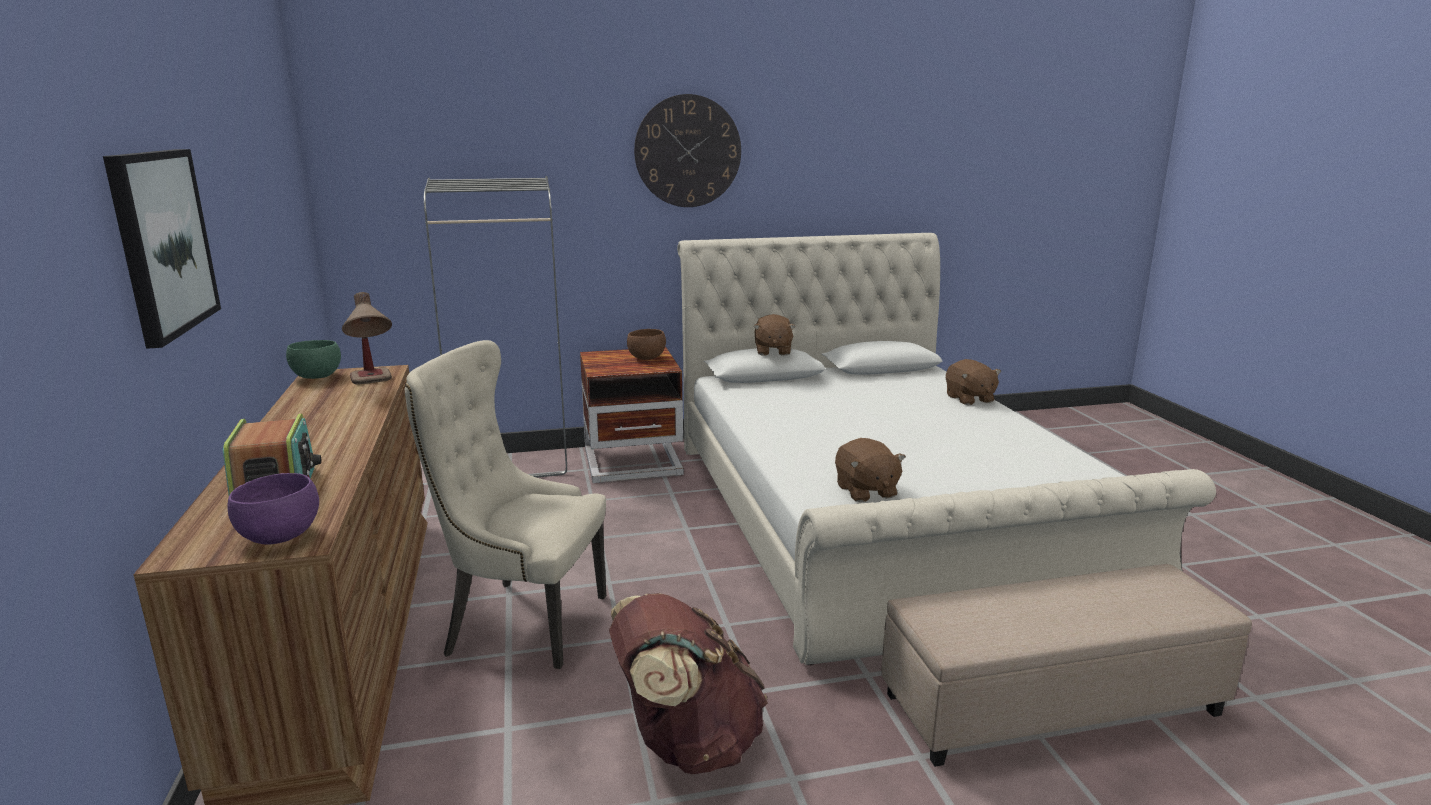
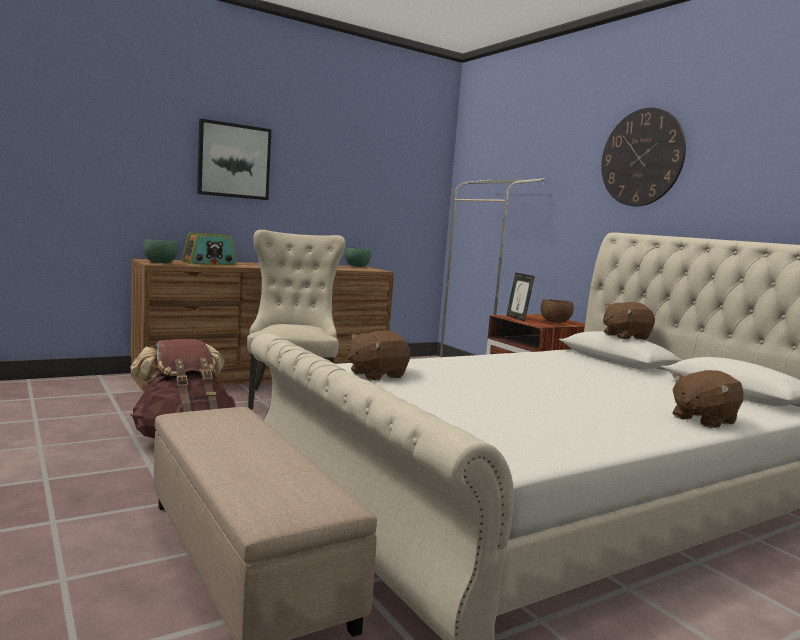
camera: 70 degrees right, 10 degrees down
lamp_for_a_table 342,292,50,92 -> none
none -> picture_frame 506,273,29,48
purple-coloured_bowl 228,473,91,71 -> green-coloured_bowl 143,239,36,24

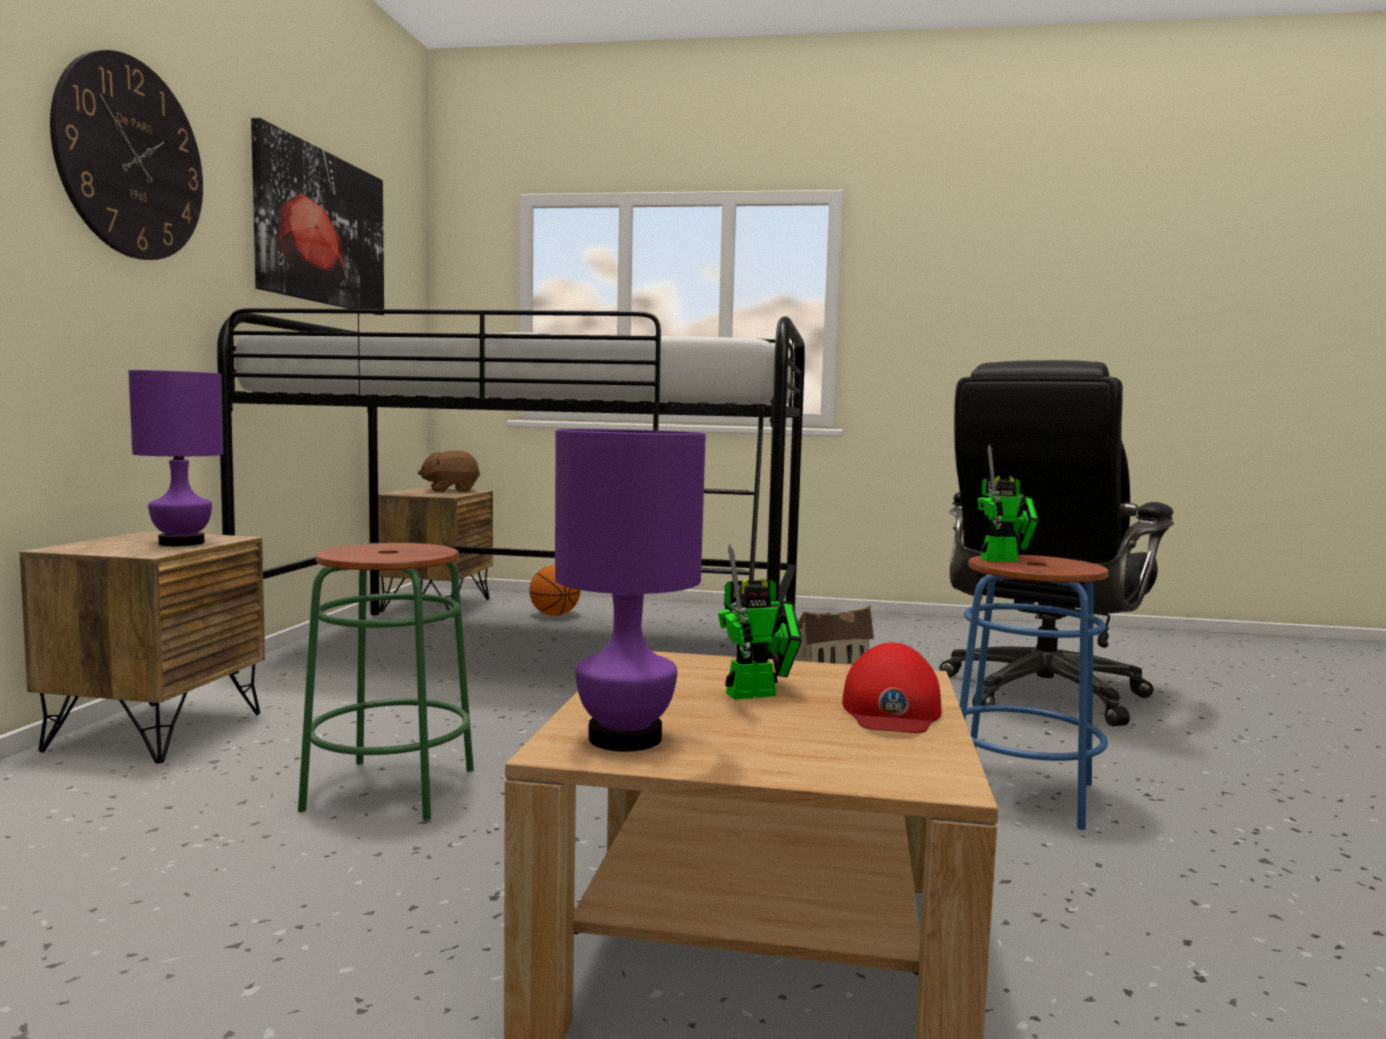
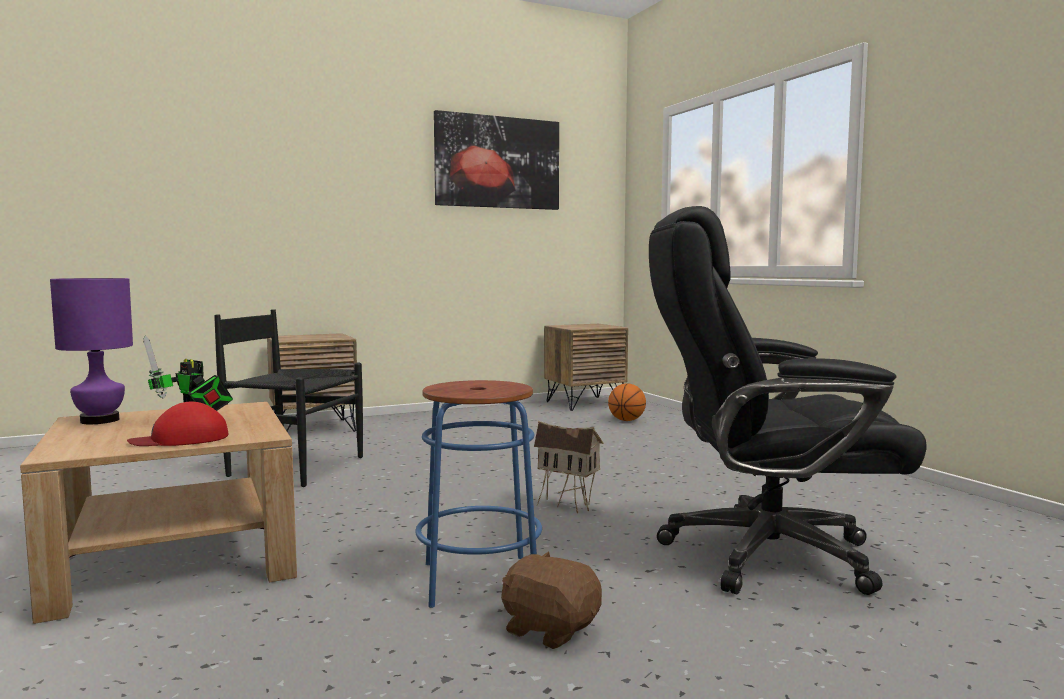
camera: 55 degrees right, 0 degrees up
hanging_clock 50,50,153,210 -> none
purple-coloured_lamp_for_a_table 128,370,95,176 -> none
black-coloured_bed 217,308,588,366 -> none
model_robot 977,445,62,117 -> none
brown_soft_toy 418,450,62,42 -> brown_soft_toy 501,551,101,98, moved
green-coloured_stool 298,543,176,278 -> black-coloured_upright_chair 214,309,149,178

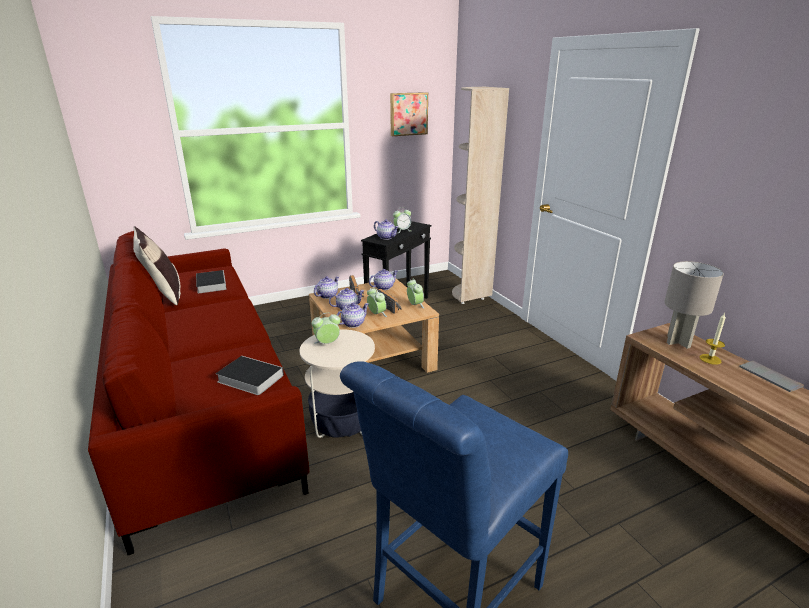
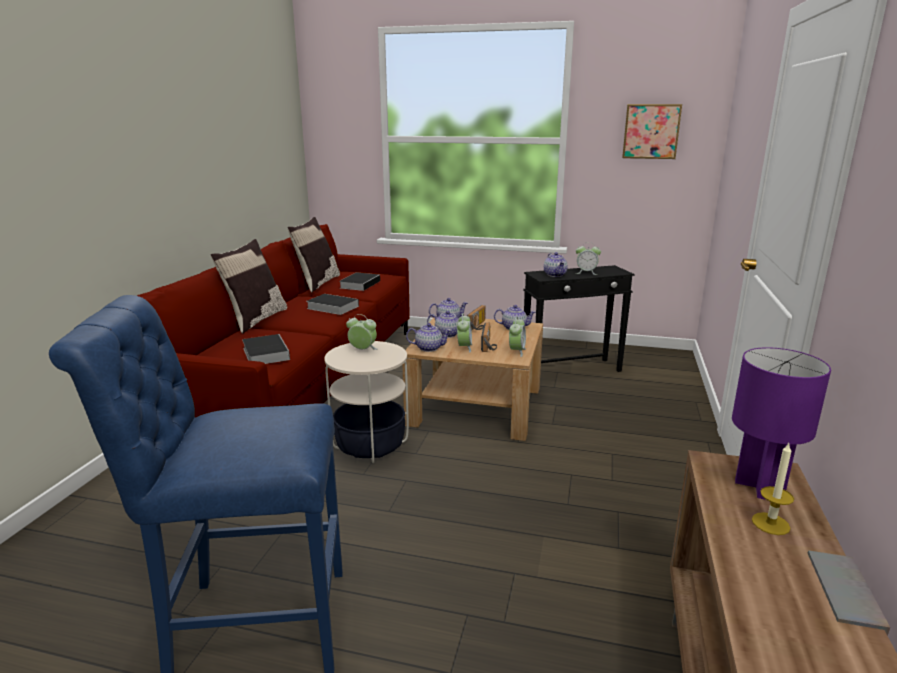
camera: 40 degrees right, 5 degrees down
beige-coloured_shelving_unit 452,87,57,217 -> none
none -> pillow 211,239,76,94
none -> volume 306,294,53,21
greyish_lamp_for_a_table 664,261,60,88 -> purple-coloured_lamp_for_a_table 732,347,99,152

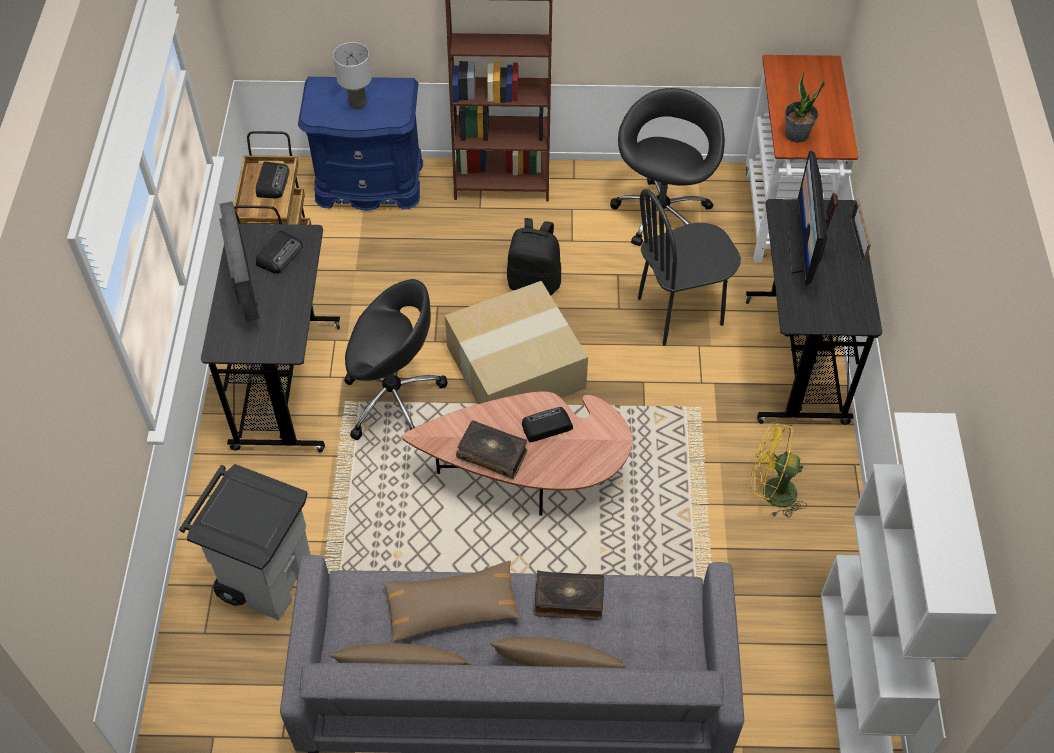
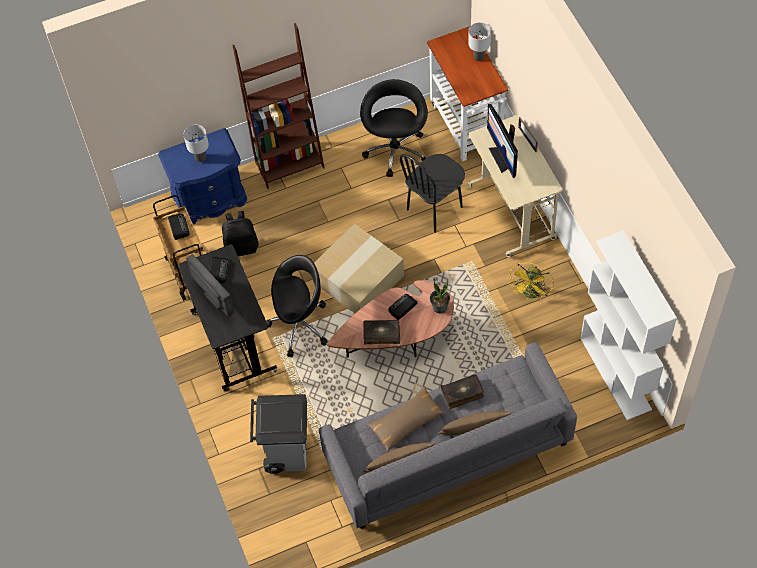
camera: 20 degrees left, 5 degrees up
none -> white_lamp_for_a_table 468,22,23,39
black-coloured_rucksack 507,218,54,77 -> black-coloured_rucksack 222,211,37,45, moved
houseplant 785,71,40,72 -> houseplant 430,280,20,34, moved
black-coloured_desk 746,199,136,226 -> beige-coloured_desk 468,115,94,143
yellowish_fan 750,422,57,96 -> yellowish_fan 509,263,45,37, 60 degrees counterclockwise

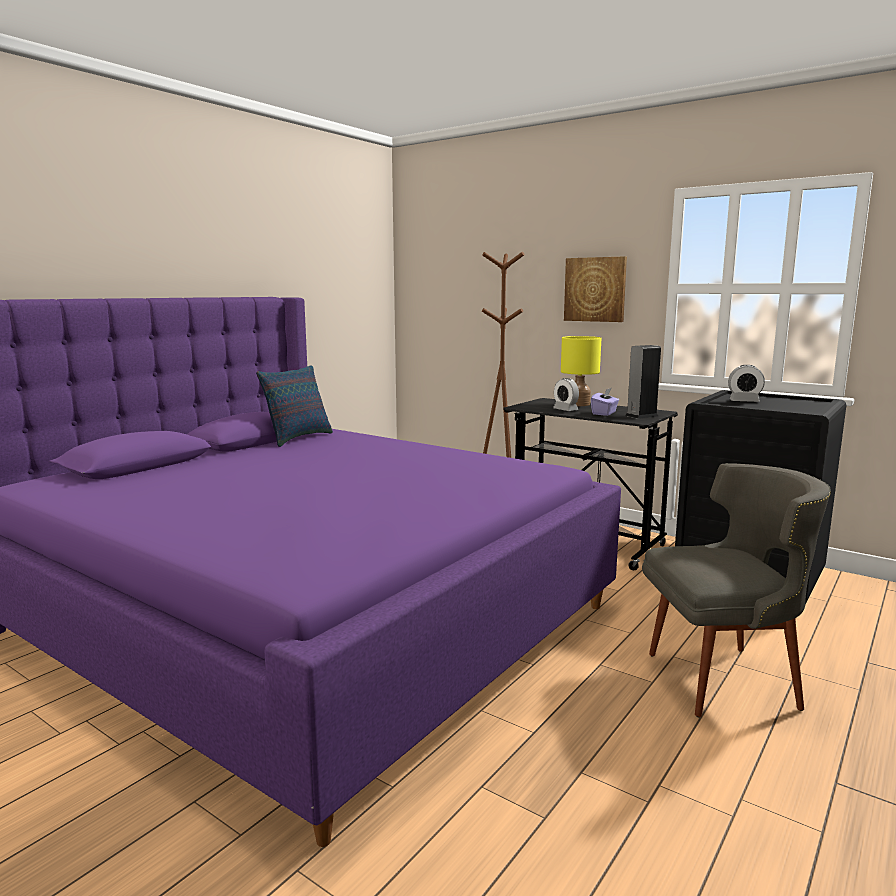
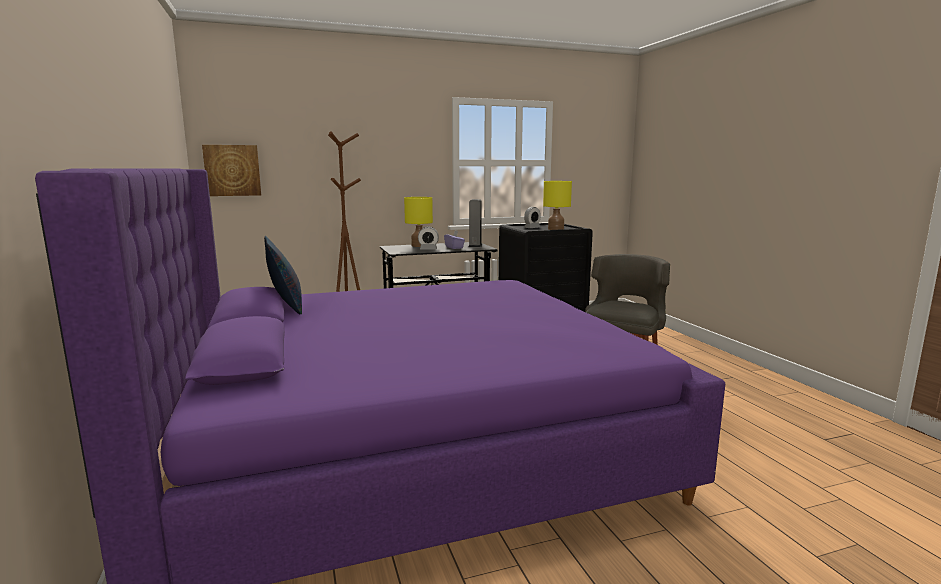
camera: 55 degrees left, 0 degrees up
none -> yellowish_lamp_for_a_table 543,181,29,49
wall_picture 564,256,63,66 -> wall_picture 202,145,59,51, moved

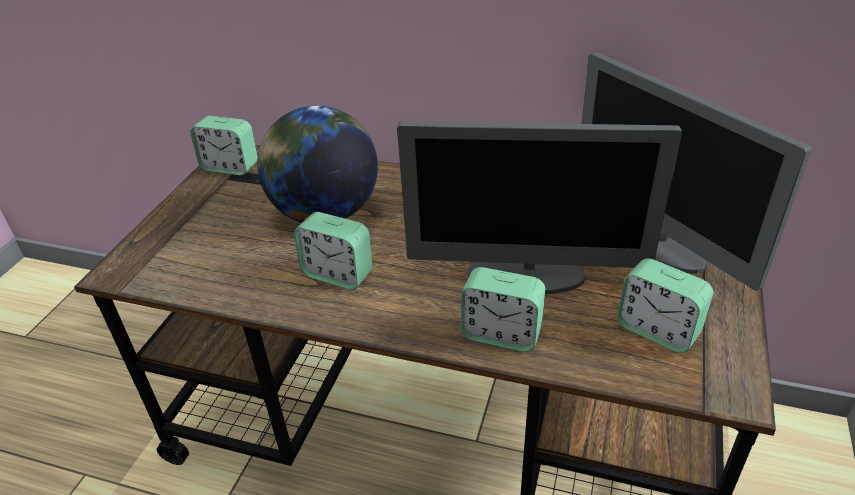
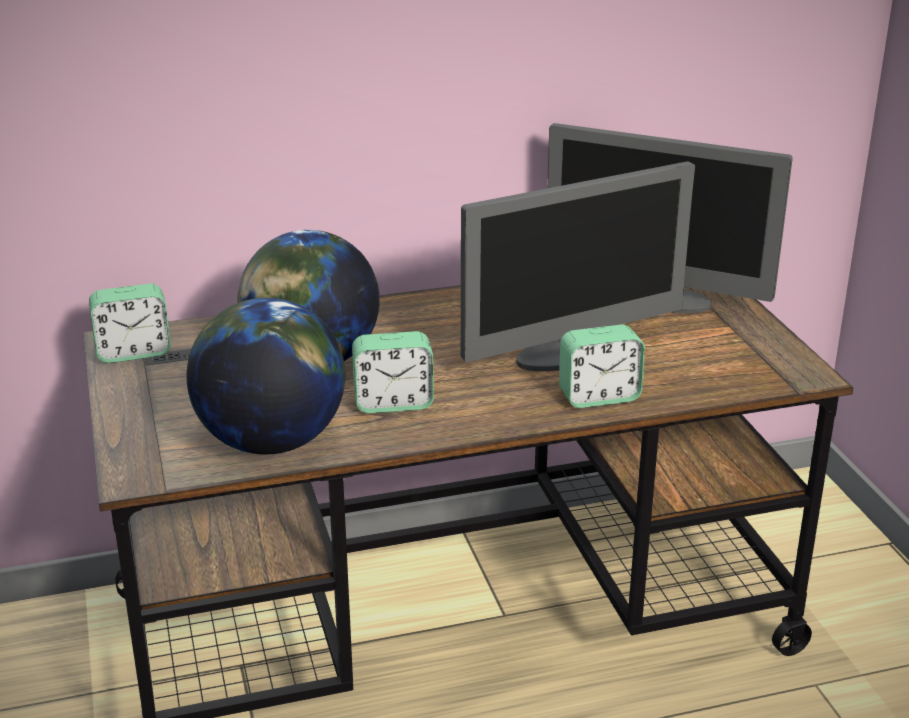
camera: 35 degrees left, 10 degrees down
alarm_clock 617,259,96,94 -> none
none -> desk_globe 186,298,159,157

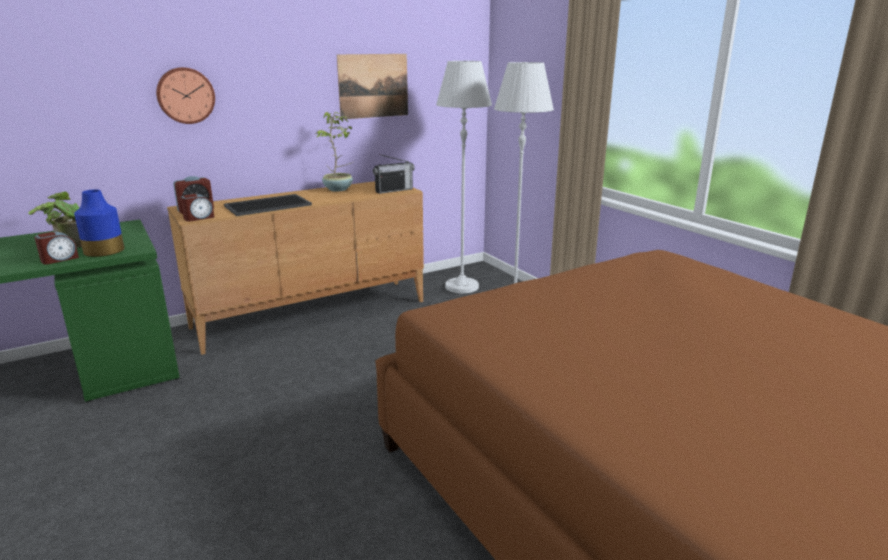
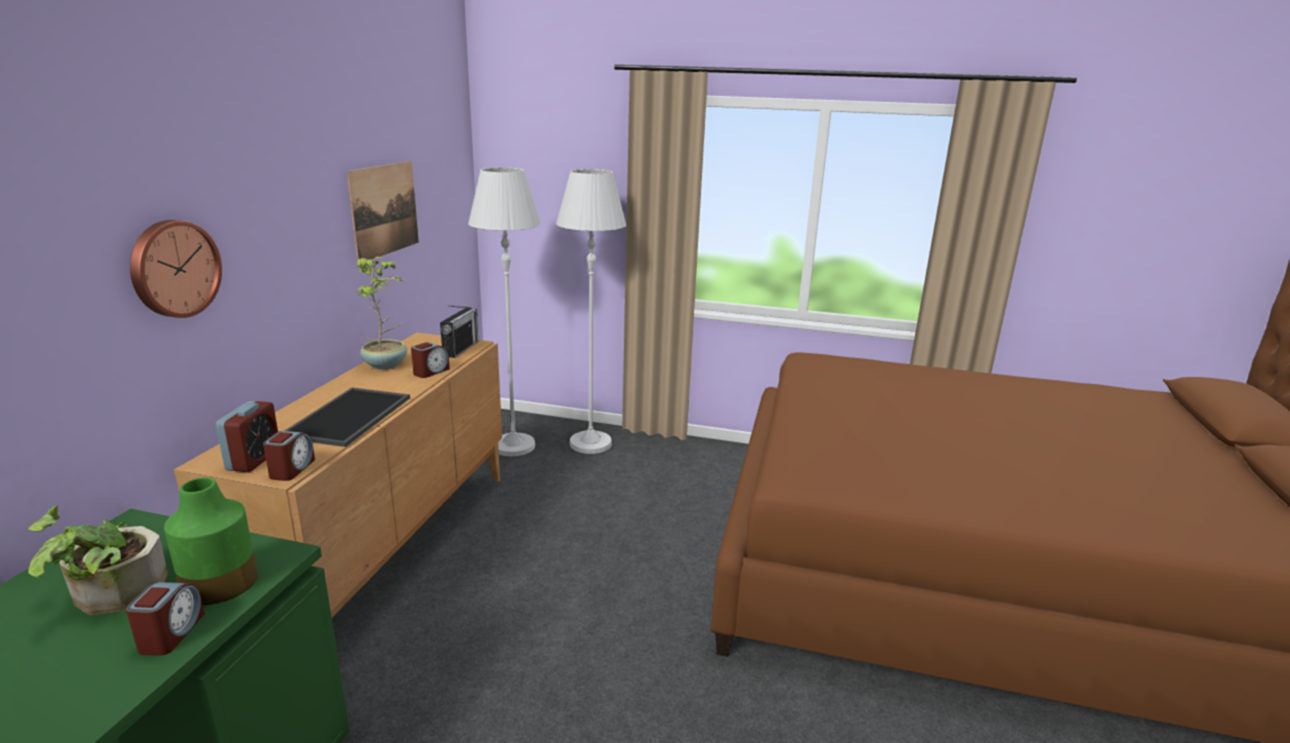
camera: 45 degrees left, 0 degrees up
none -> alarm_clock 411,342,39,36
bluish_decorative_vase 74,189,51,68 -> green-coloured_decorative_vase 164,477,94,128

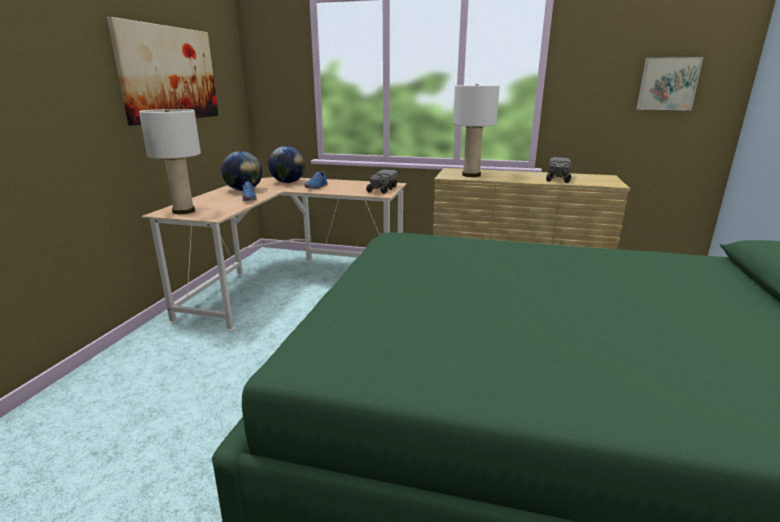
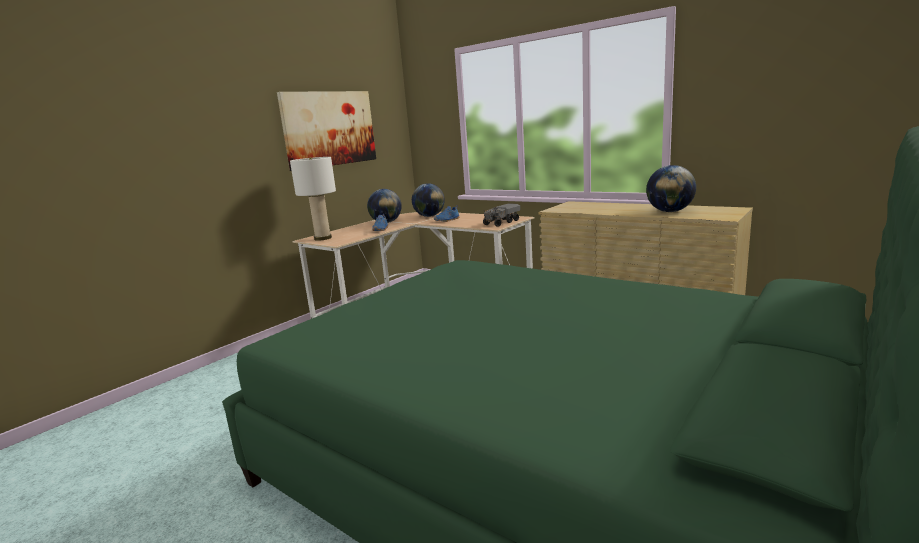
camera: 25 degrees right, 5 degrees down
white_lamp_for_a_table 453,84,47,93 -> none
wall_picture 637,57,66,53 -> none
model_truck 546,157,25,26 -> desk_globe 646,165,50,47

